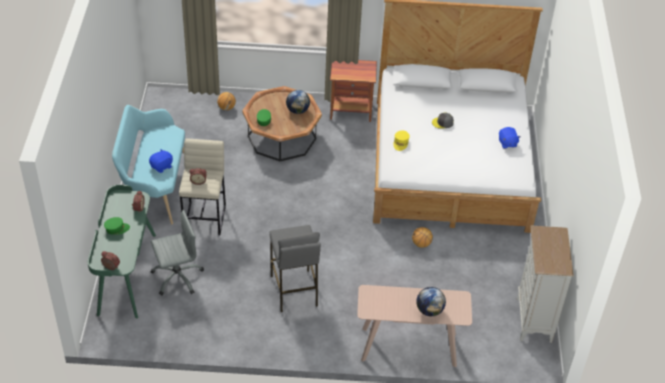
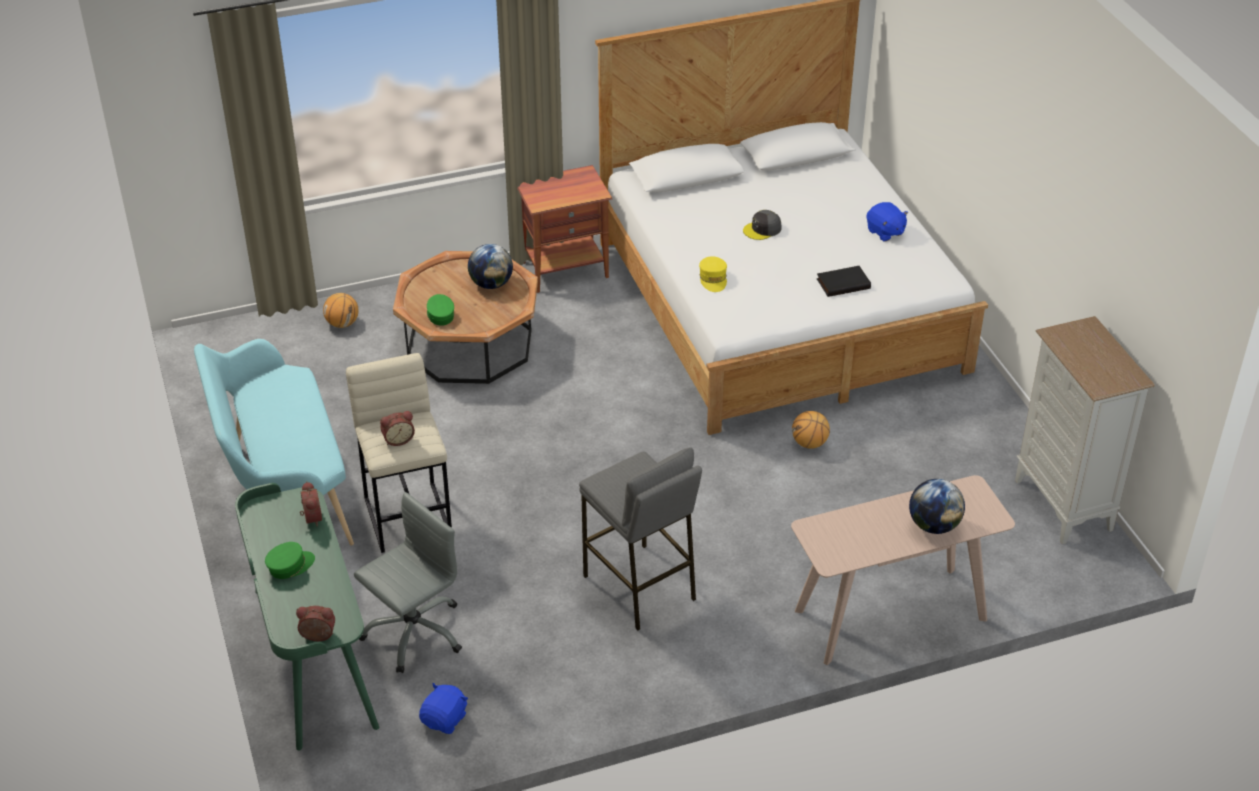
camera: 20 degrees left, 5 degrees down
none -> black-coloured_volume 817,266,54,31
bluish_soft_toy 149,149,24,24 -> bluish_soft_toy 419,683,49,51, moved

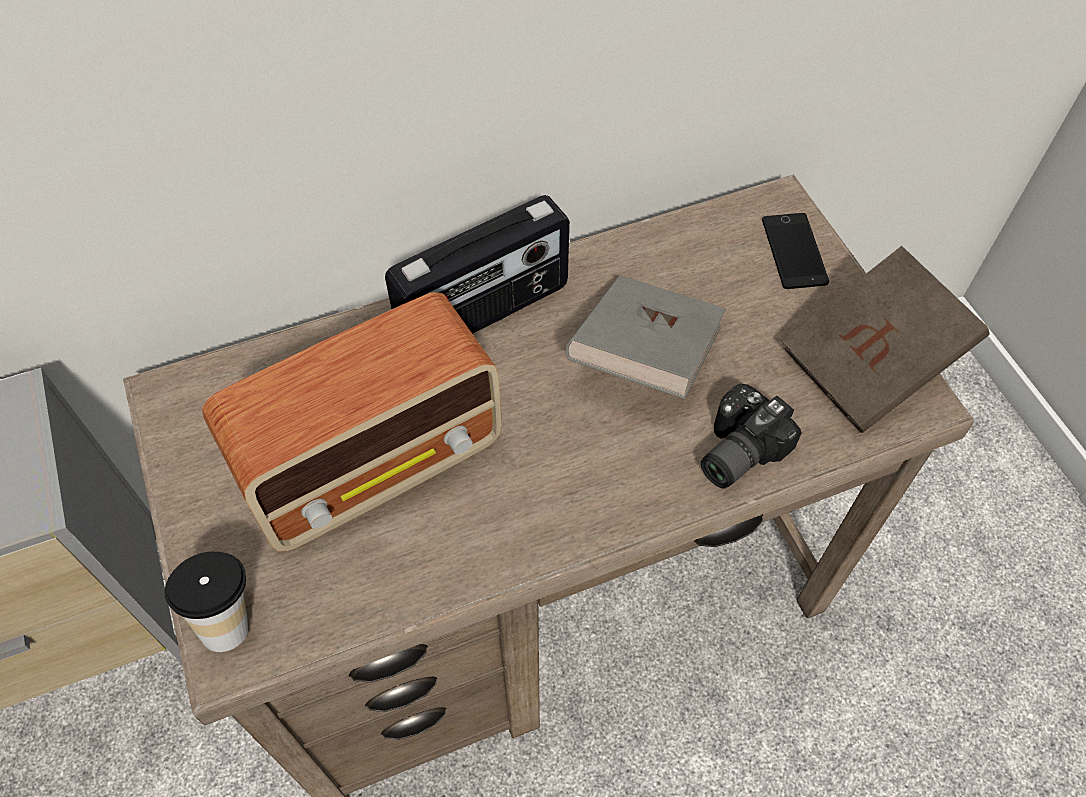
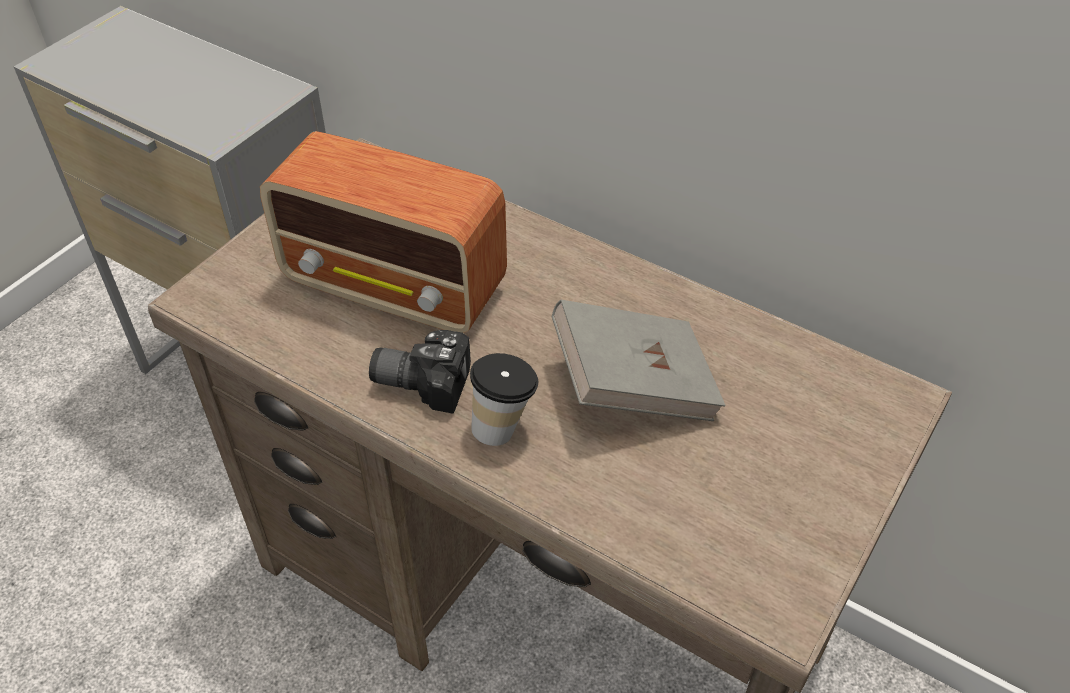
camera: 55 degrees right, 10 degrees down
radio_set 385,195,185,139 -> none
phone 762,213,67,76 -> none
brown_volume 782,246,208,187 -> none
cup 164,551,85,101 -> cup 470,353,68,93, moved
still_camera 701,384,101,104 -> still_camera 369,330,102,84, moved

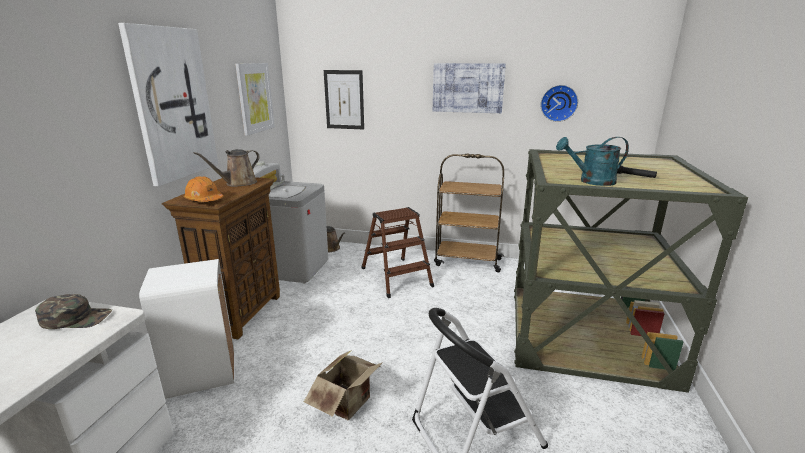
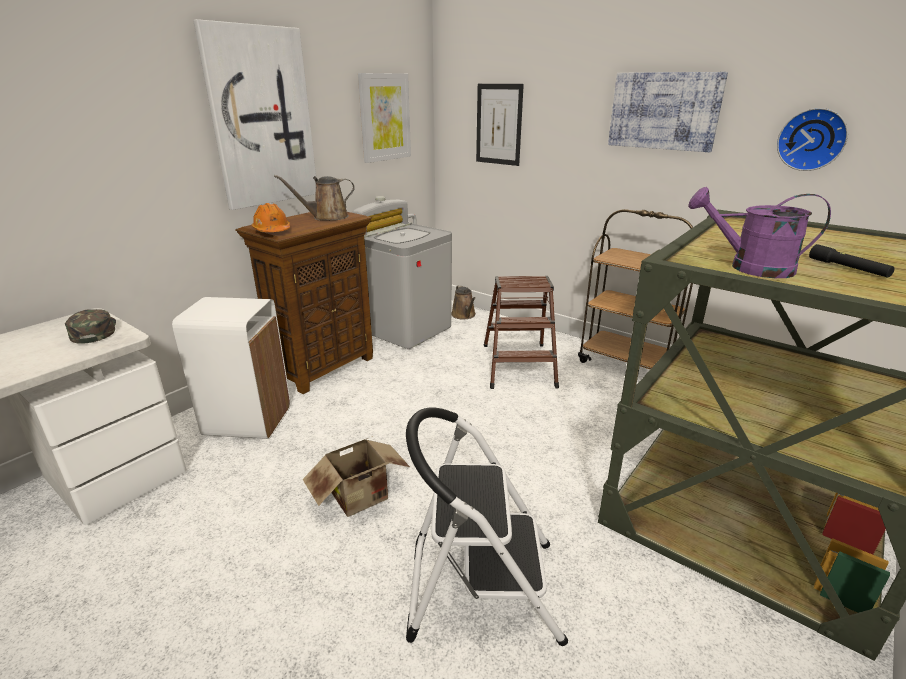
camera: 25 degrees right, 5 degrees up
turquoise-coloured_watering_pot 556,137,73,49 -> purple-coloured_watering_pot 688,187,143,91
green-coloured_peaked_cap 35,294,77,35 -> green-coloured_peaked_cap 65,309,51,35, 135 degrees counterclockwise

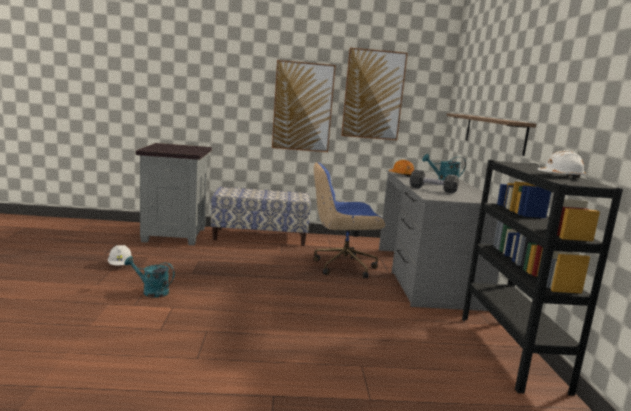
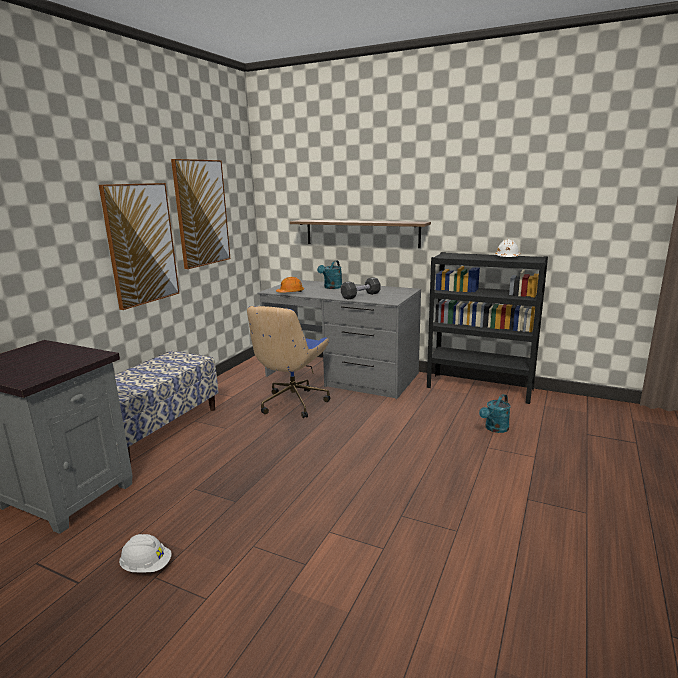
camera: 60 degrees left, 5 degrees up
turquoise-coloured_watering_pot 124,256,51,42 -> turquoise-coloured_watering_pot 479,394,32,39, moved

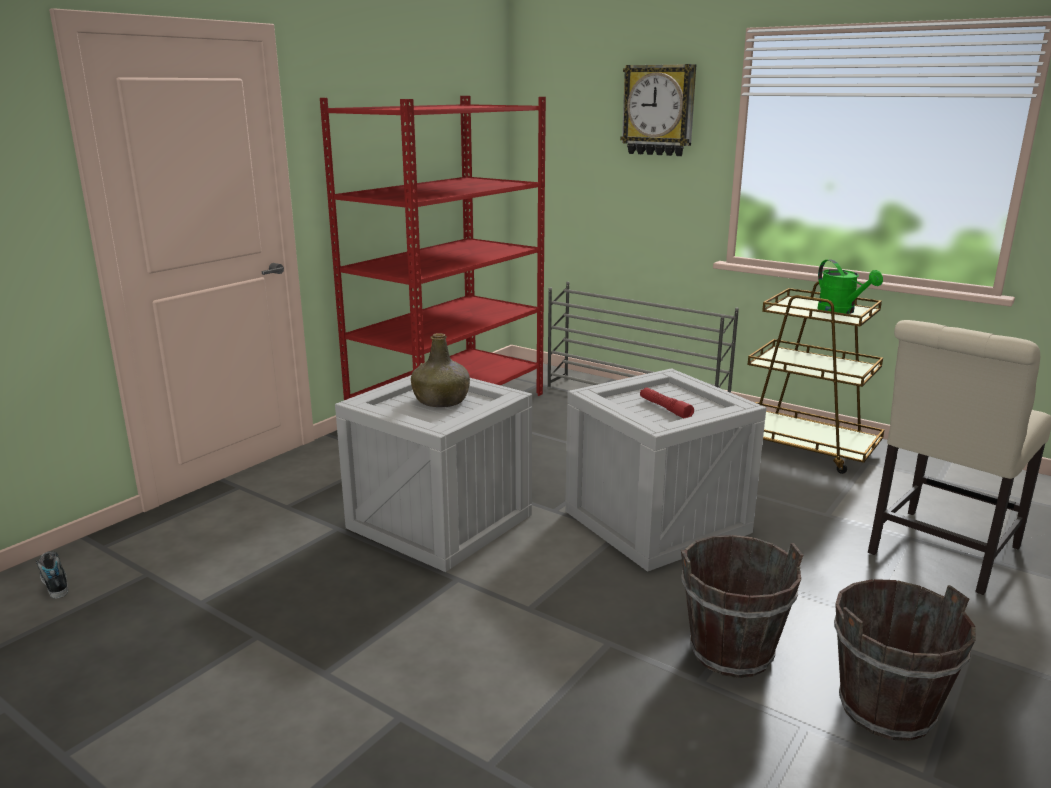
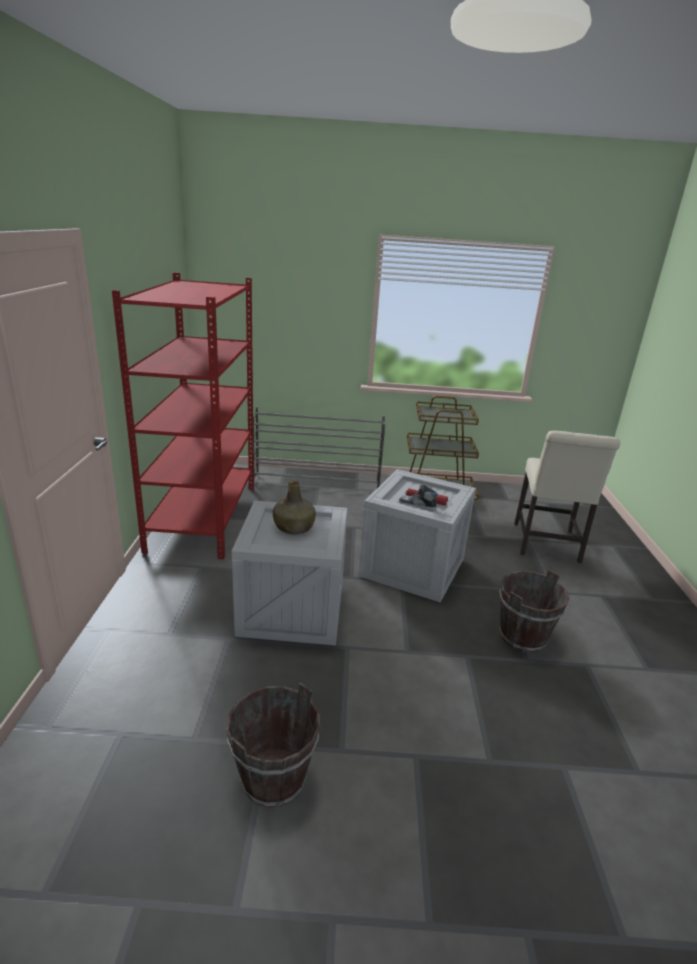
camera: 35 degrees left, 5 degrees up
hanging_clock 620,64,76,92 -> none
green-coloured_watering_pot 817,259,66,55 -> none
shoe 36,551,32,48 -> shoe 399,485,39,26, moved
brown_water_bucket 834,579,142,162 -> brown_water_bucket 226,683,94,124, moved

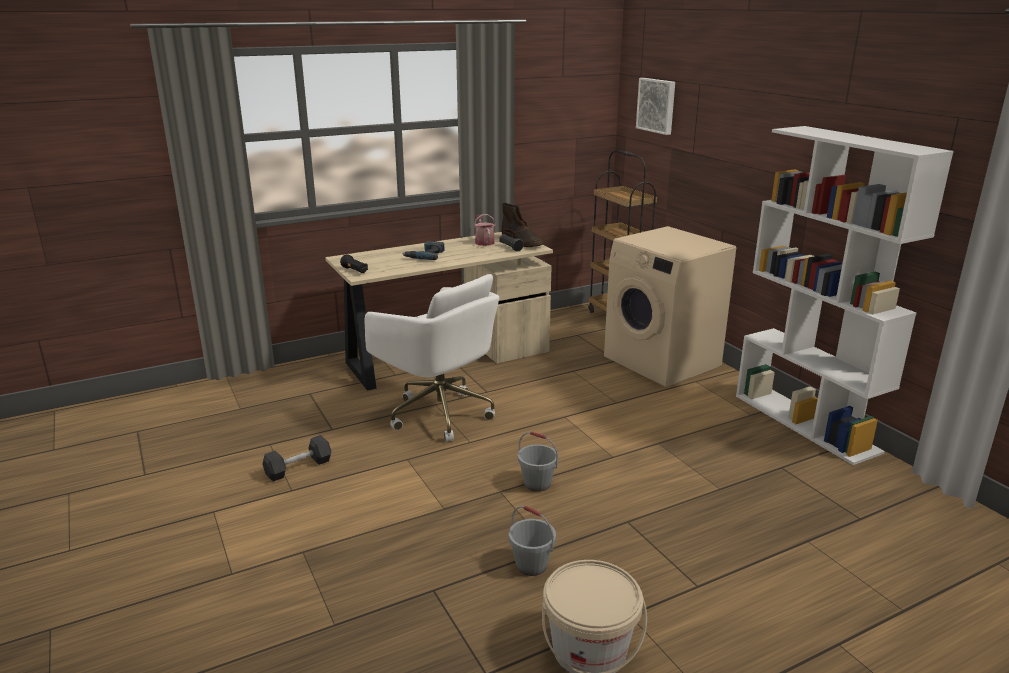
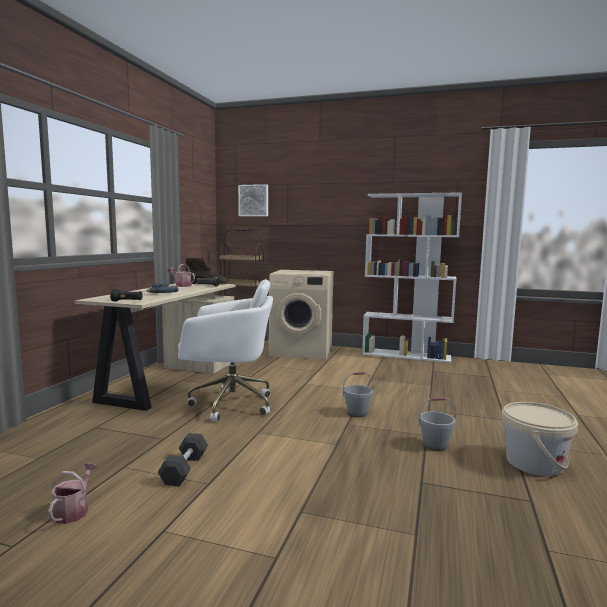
camera: 45 degrees left, 15 degrees down
none -> watering_pot 48,463,49,61

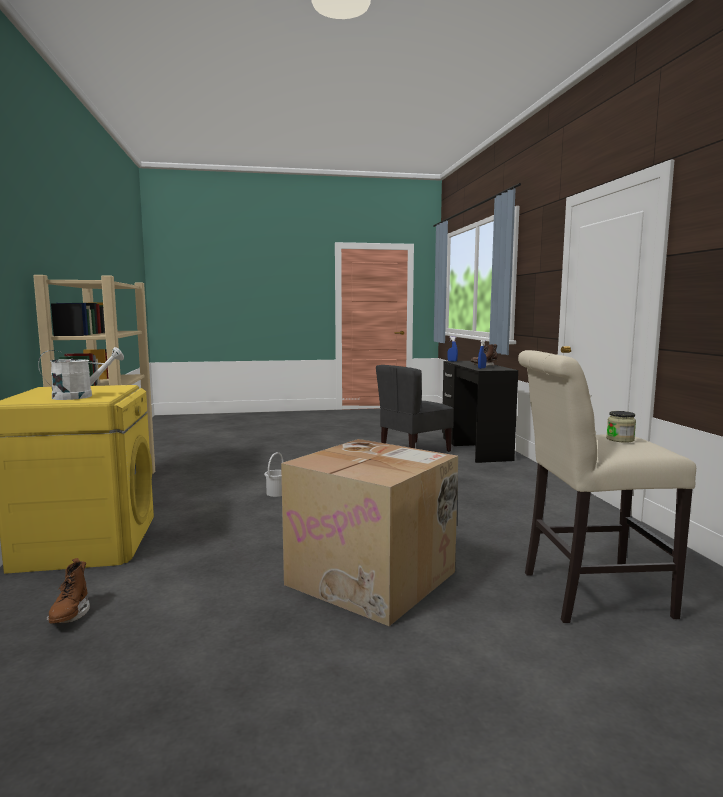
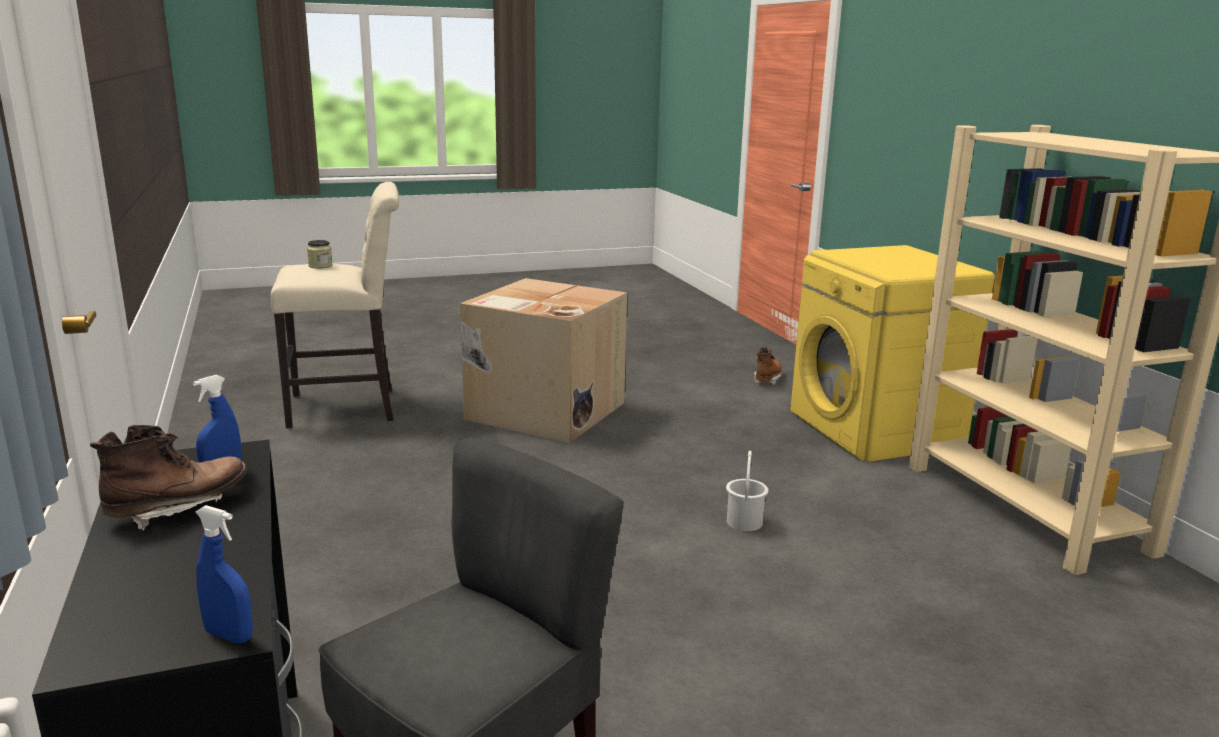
camera: 170 degrees right, 10 degrees up
white_watering_pot 38,347,86,53 -> none
brown_boot 46,558,44,65 -> brown_boot 754,347,29,38, 45 degrees clockwise

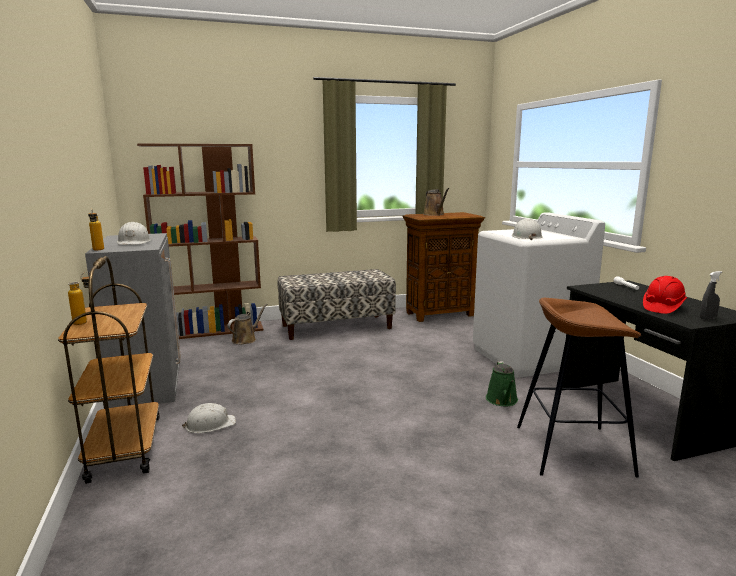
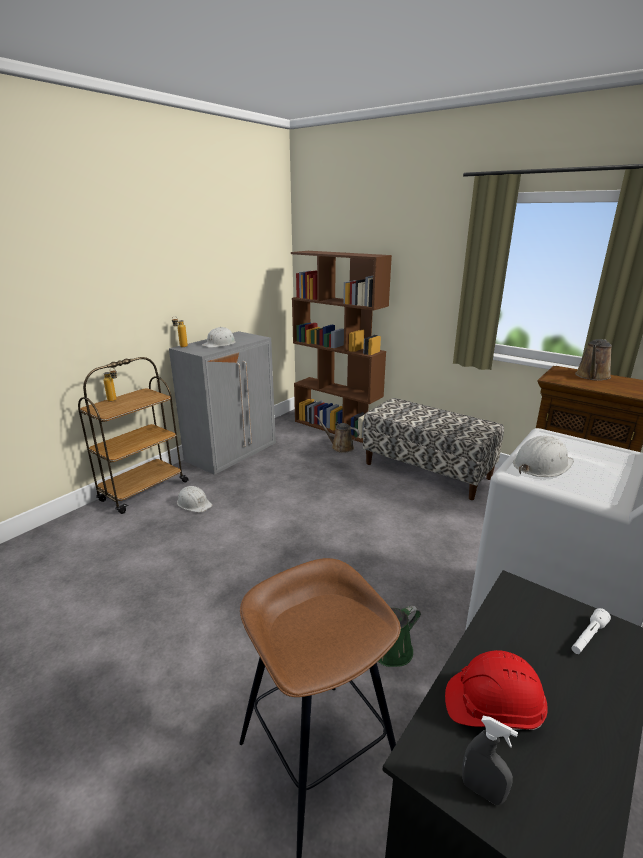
camera: 55 degrees right, 10 degrees up
brown_watering_pot 228,304,39,40 -> brown_watering_pot 315,415,45,38, 150 degrees counterclockwise

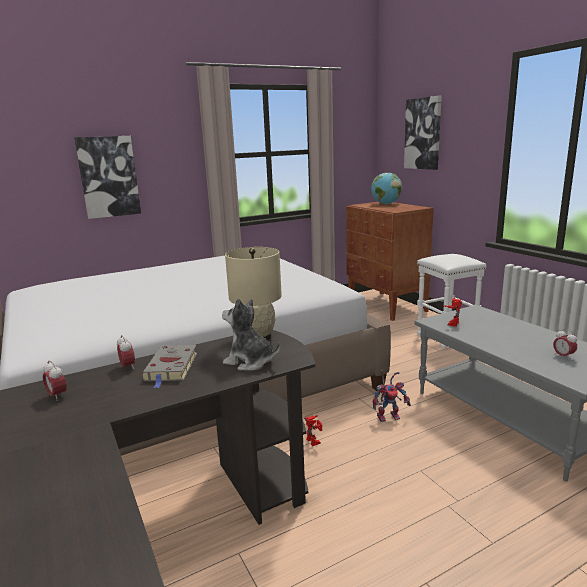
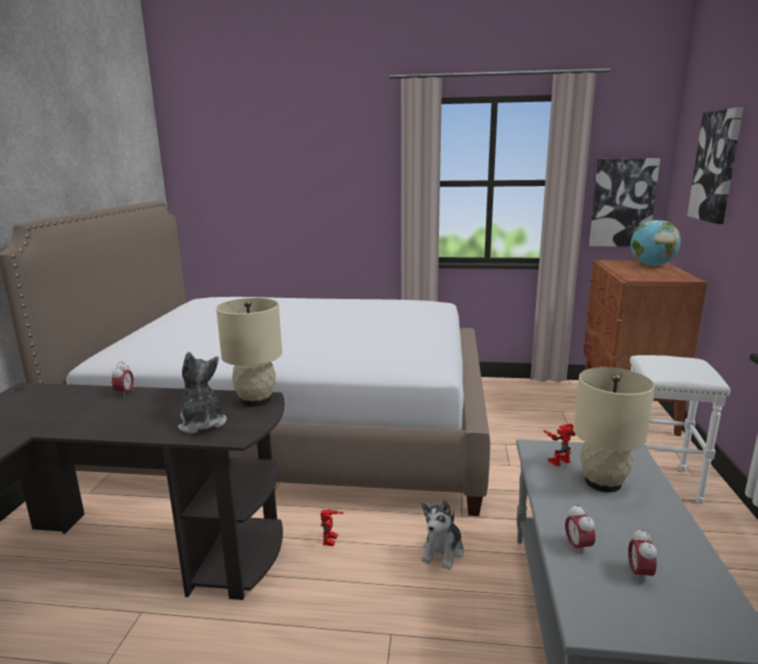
camera: 35 degrees right, 0 degrees up
greyish_volume 141,345,56,43 -> none
none -> beige-coloured_lamp_for_a_table 574,367,81,125
alarm_clock 43,360,24,41 -> alarm_clock 565,504,30,52, moved
wall_picture 74,136,67,83 -> wall_picture 589,158,71,89, moved
model_robot 373,370,38,52 -> soft_toy 421,500,43,70

